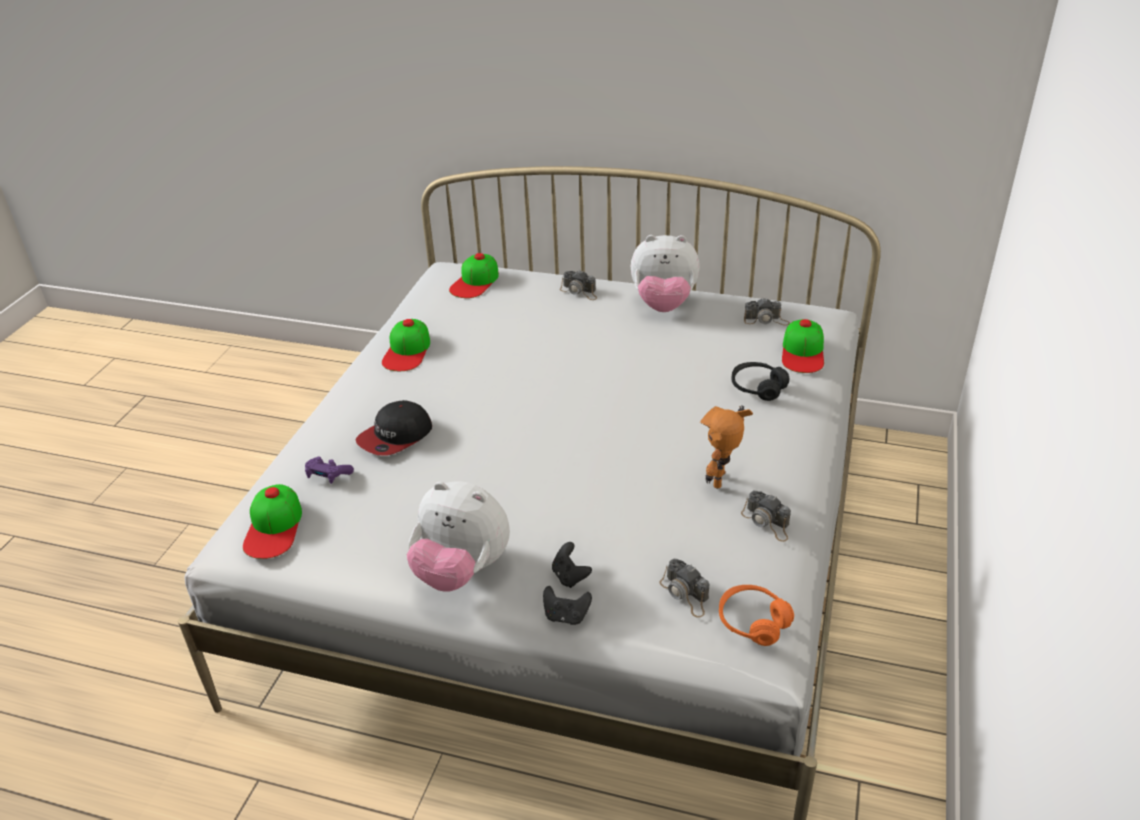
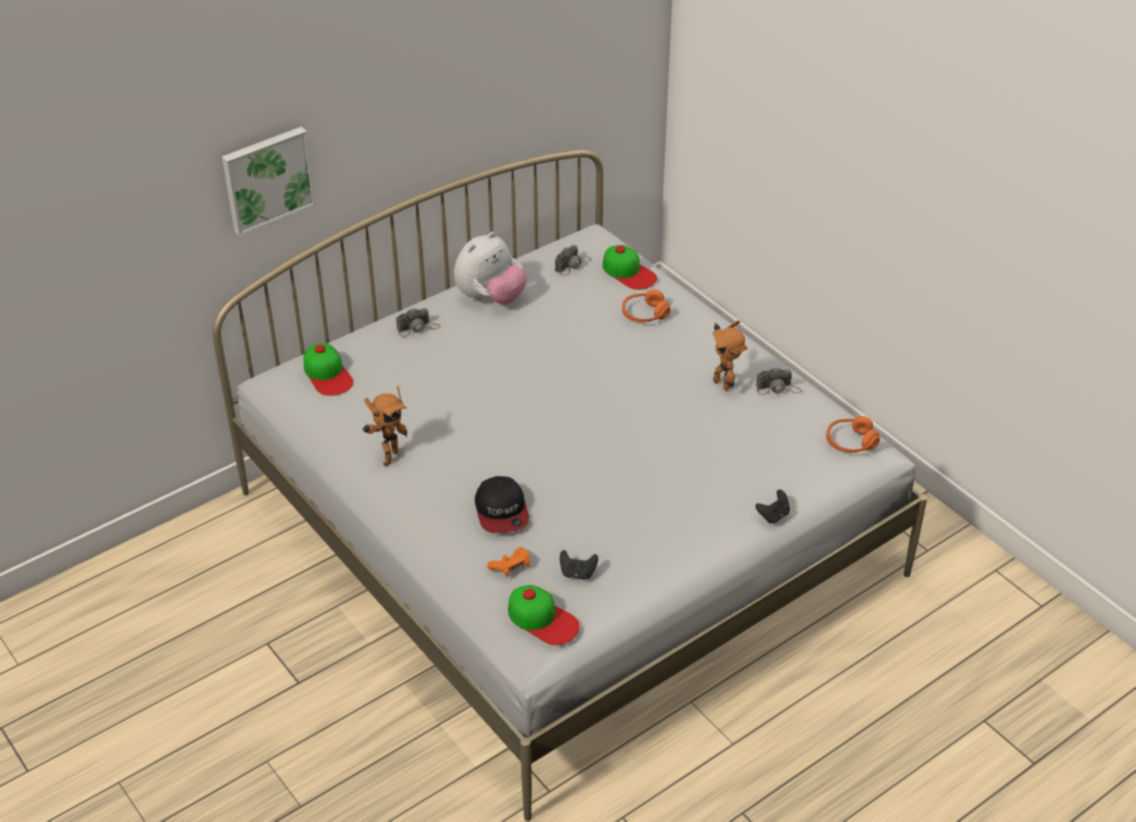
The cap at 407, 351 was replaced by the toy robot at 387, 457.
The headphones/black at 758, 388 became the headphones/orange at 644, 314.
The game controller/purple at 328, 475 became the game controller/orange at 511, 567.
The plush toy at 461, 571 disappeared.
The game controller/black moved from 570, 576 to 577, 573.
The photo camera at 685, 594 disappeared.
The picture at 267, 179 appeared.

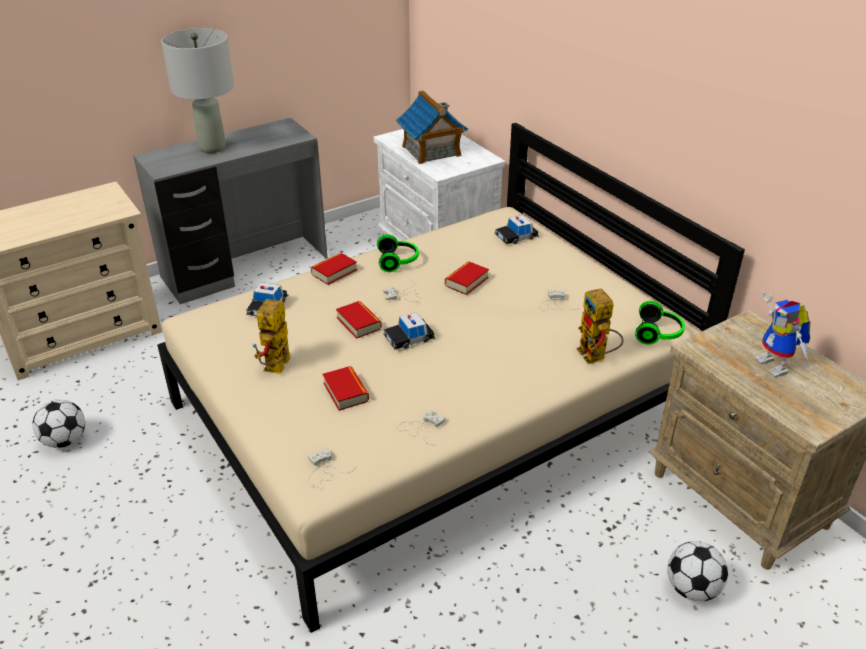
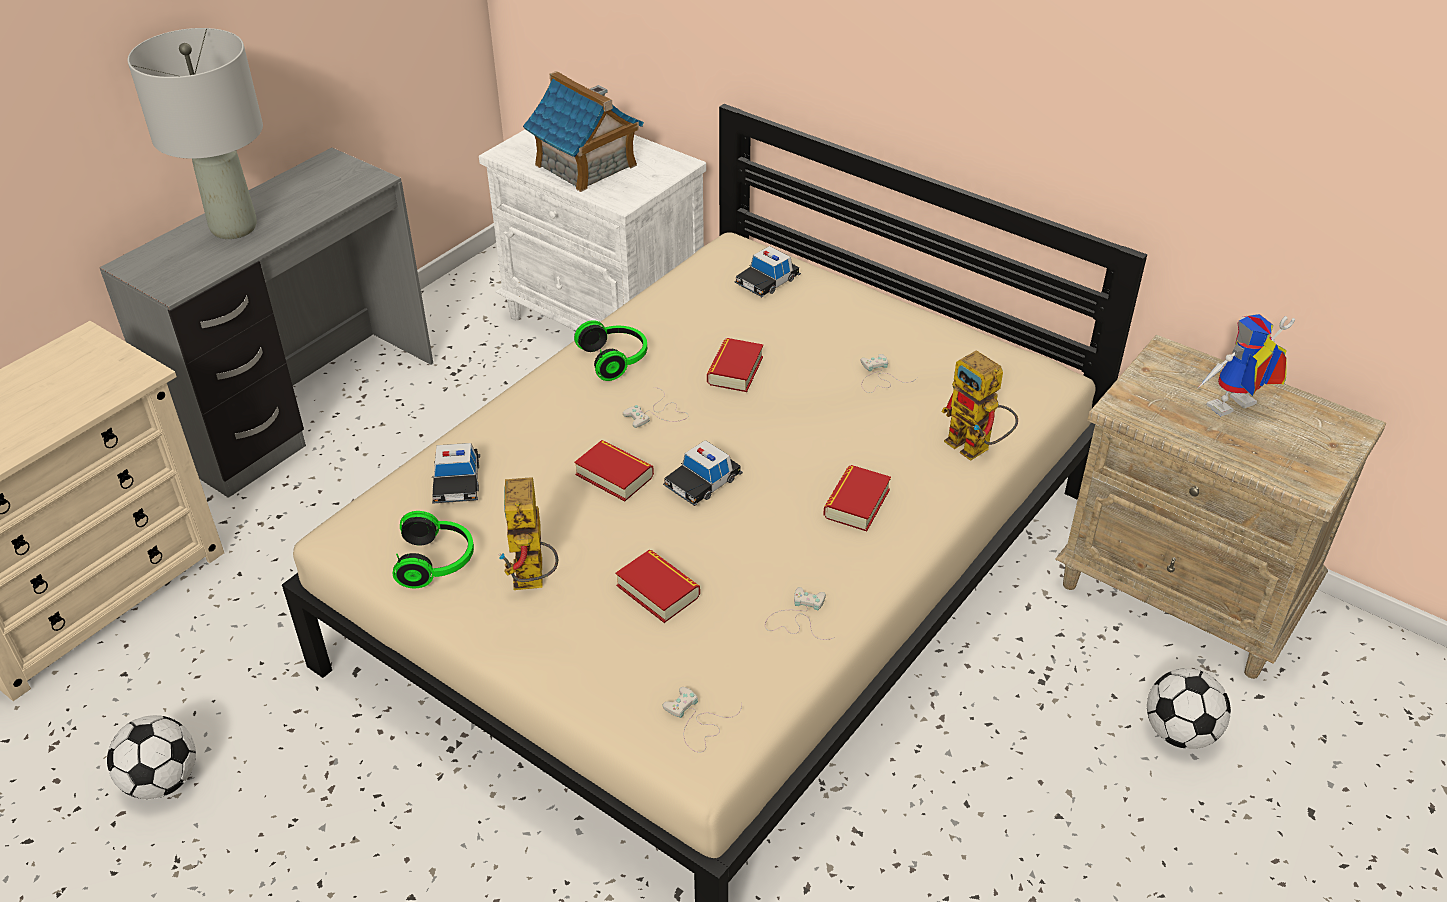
The book moved from 334, 272 to 856, 503.
The toy robot at 777, 366 turned 105 degrees clockwise.
The headphones moved from 658, 333 to 437, 562.

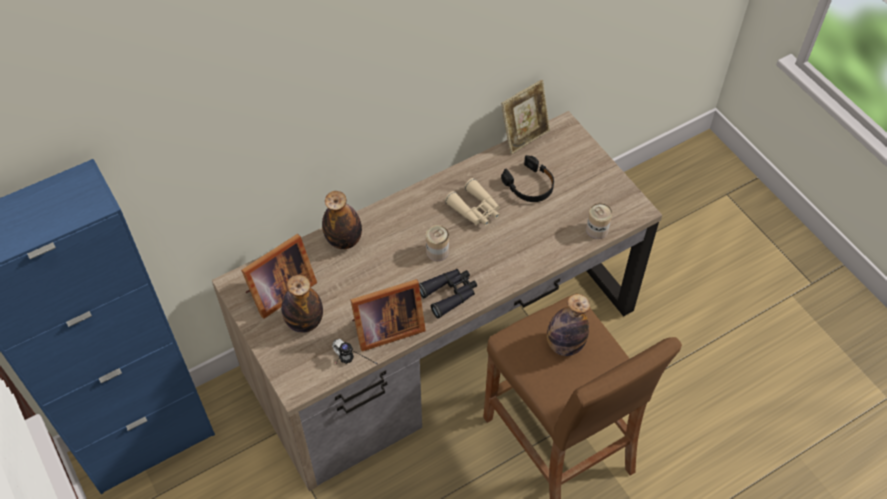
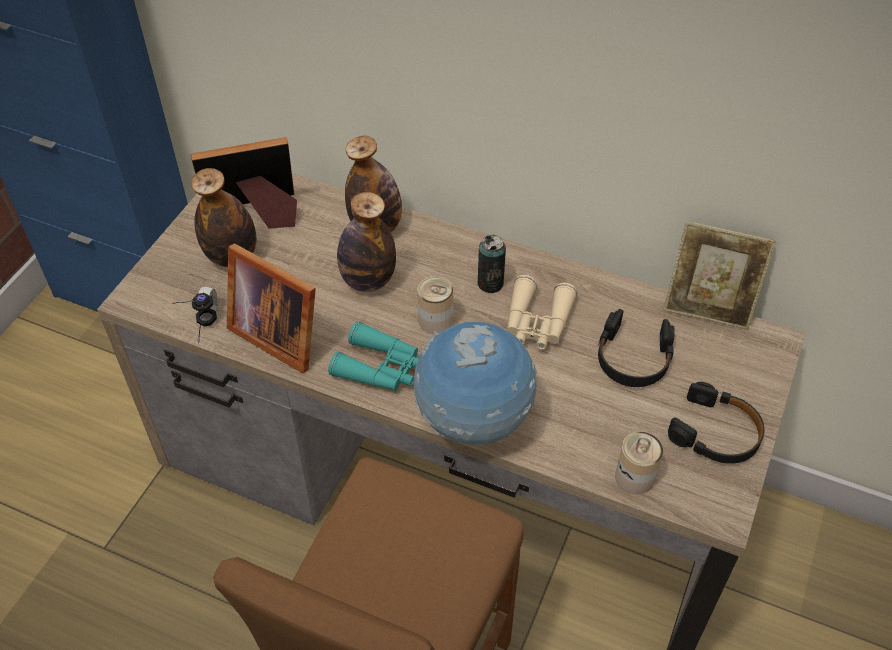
The picture frame at 278, 292 turned 150 degrees clockwise.
The binoculars/black at 449, 294 became the binoculars/turquoise at 380, 368.
The bottle moved from 564, 345 to 368, 280.
The can at 490, 283 appeared.
The globe at 473, 422 appeared.
The headphones/black at 716, 433 appeared.

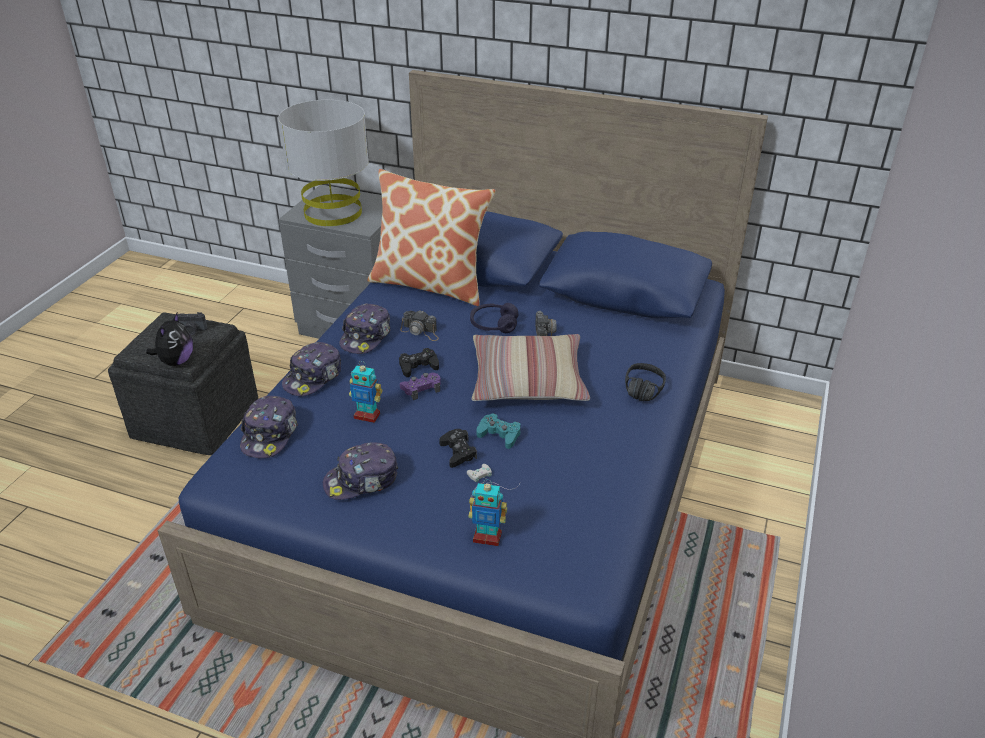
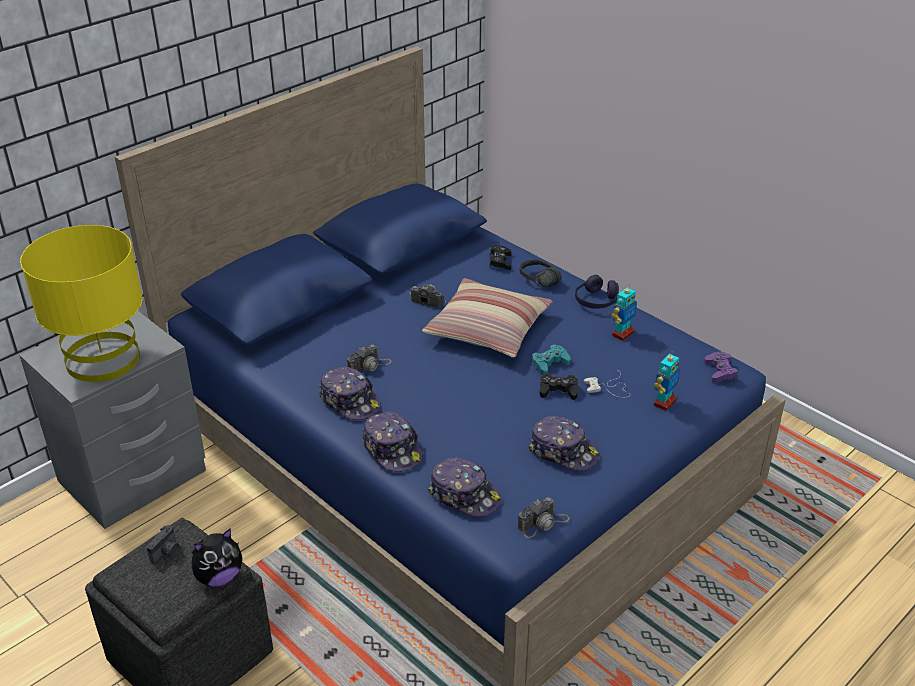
The table lamp/grey at 333, 212 became the table lamp/yellow at 103, 359.
The pillow at 431, 284 disappeared.
The headphones/purple moved from 493, 325 to 596, 301.
The plush toy at 176, 361 turned 105 degrees clockwise.
The game controller/black moved from 418, 366 to 500, 261.
The toy robot moved from 367, 415 to 622, 333.
The game controller/purple moved from 421, 389 to 719, 371.
The cap at 362, 480 turned 60 degrees counterclockwise.
The photo camera at 543, 523 appeared.

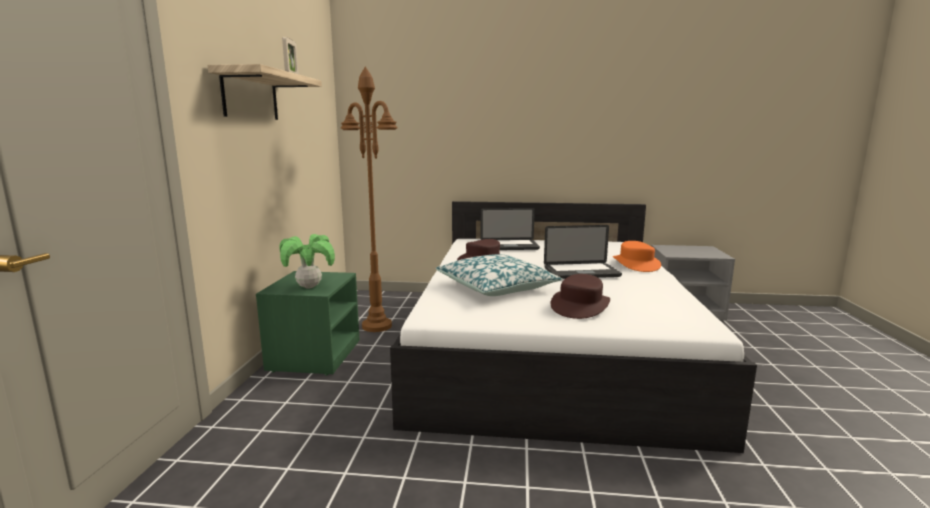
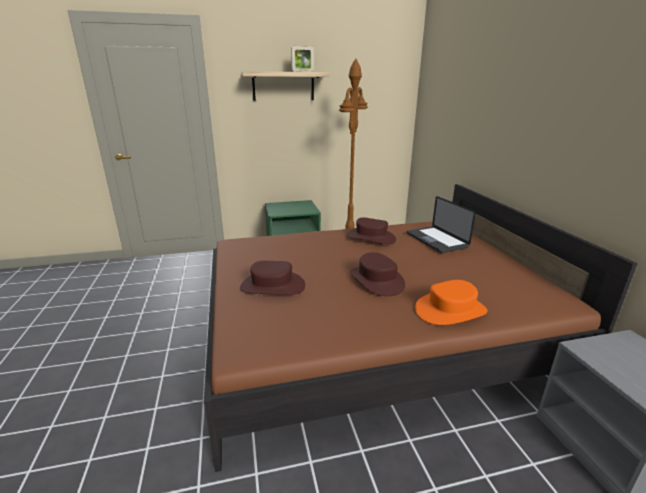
The bed/white at 549, 346 became the bed/brown at 370, 334.
The laptop at 581, 272 was replaced by the hat/brown at 376, 280.
The potted plant at 309, 287 disappeared.
The pillow at 496, 287 disappeared.

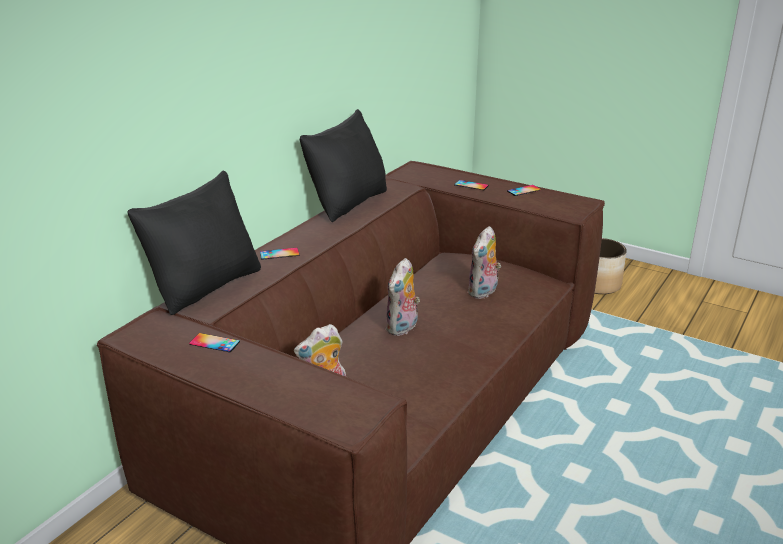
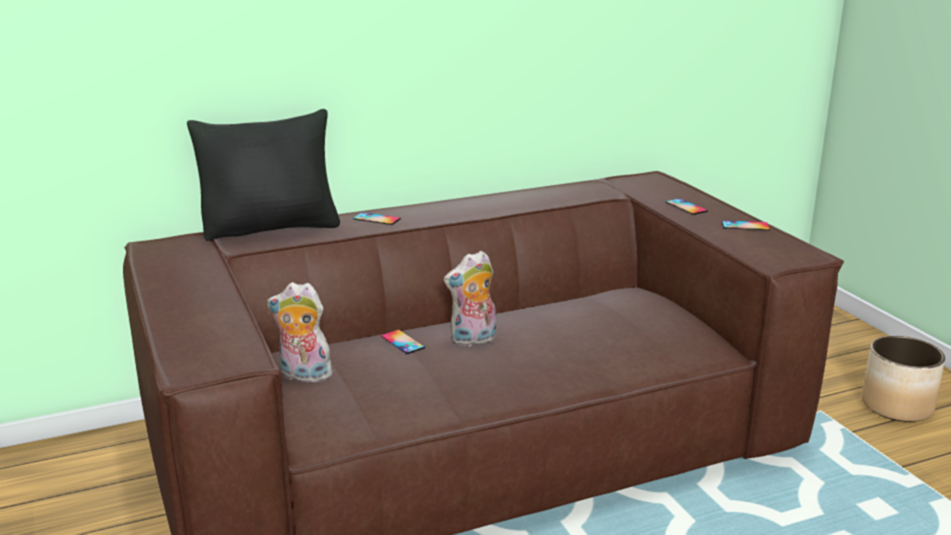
The pillow/black at 348, 203 disappeared.
The plush toy at 483, 292 disappeared.
The phone moved from 214, 343 to 402, 342.

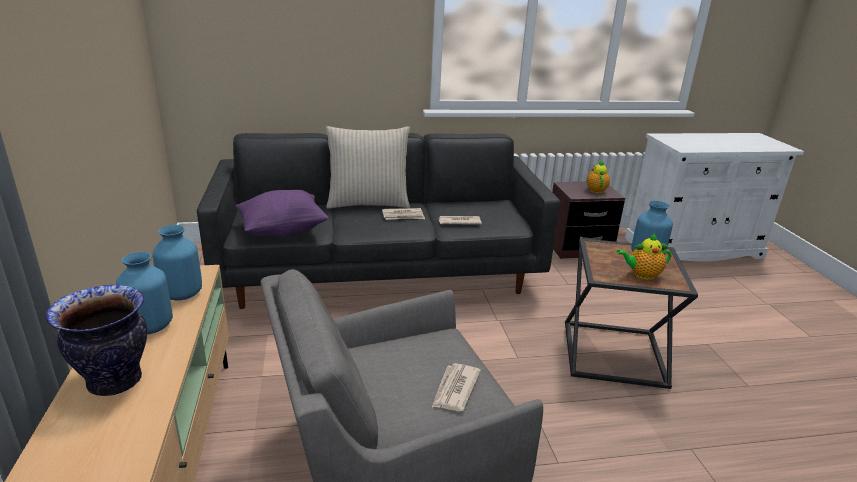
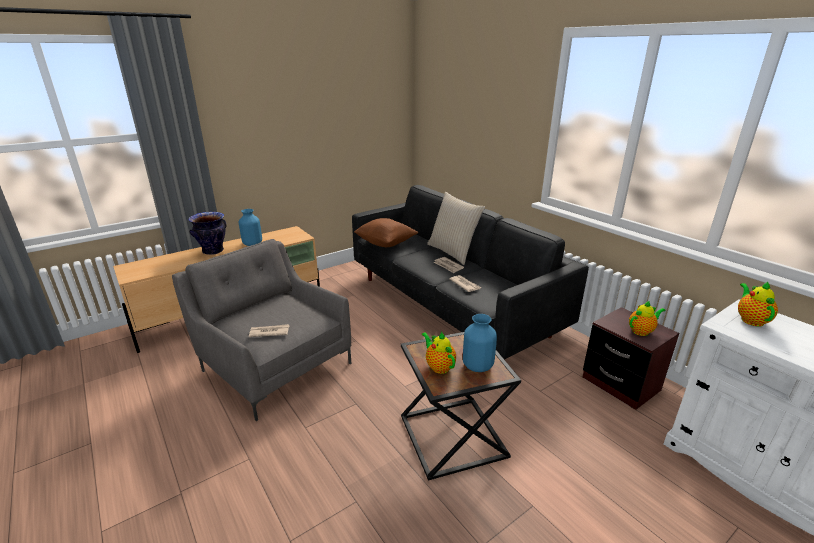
The pillow/purple at 283, 231 became the pillow/brown at 385, 244.
The vase/blue at 181, 294 disappeared.
The teapot at 750, 320 appeared.

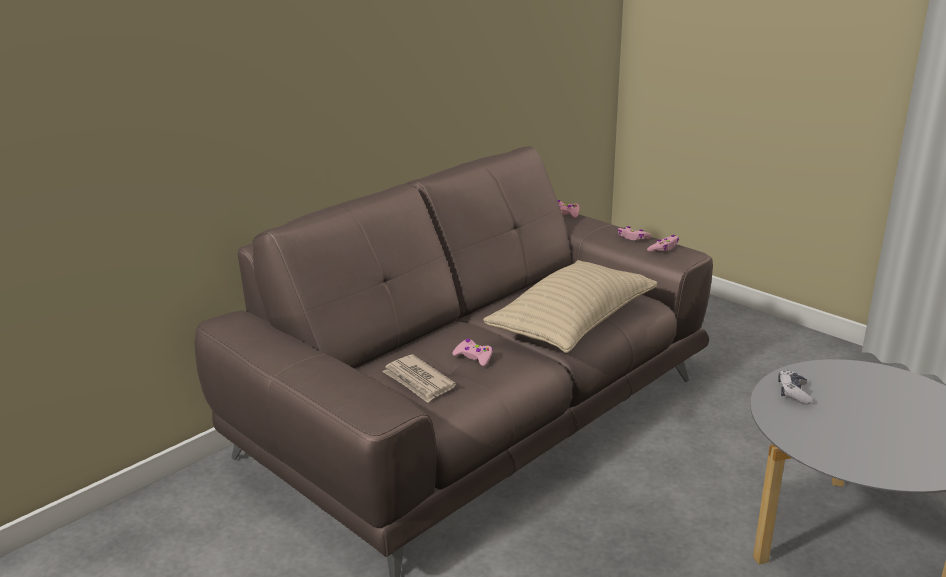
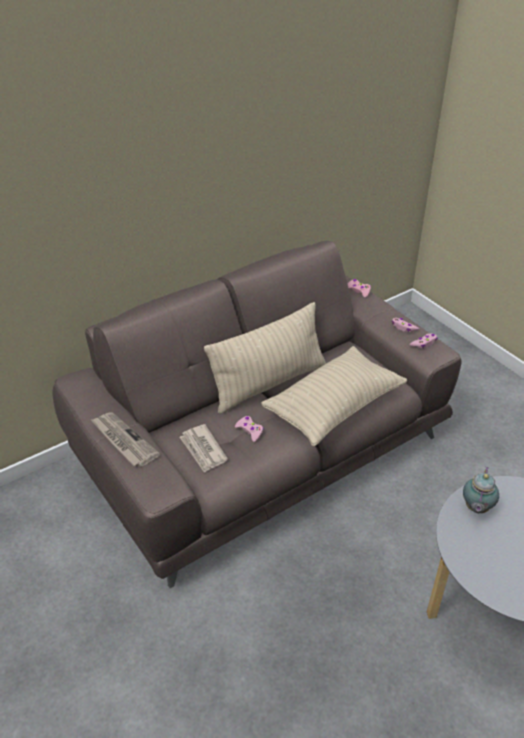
The game controller at 793, 393 was replaced by the teapot at 476, 508.
The pillow/beige at 269, 384 appeared.
The newspaper at 123, 440 appeared.

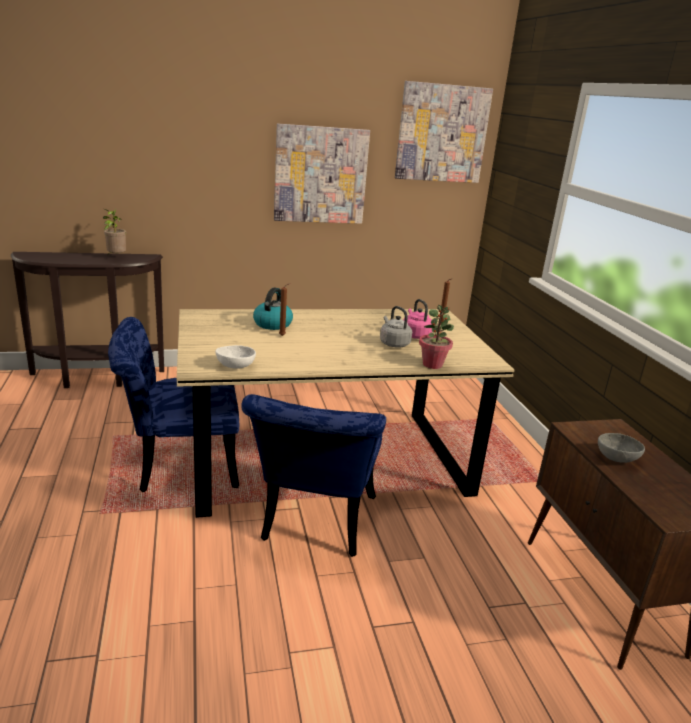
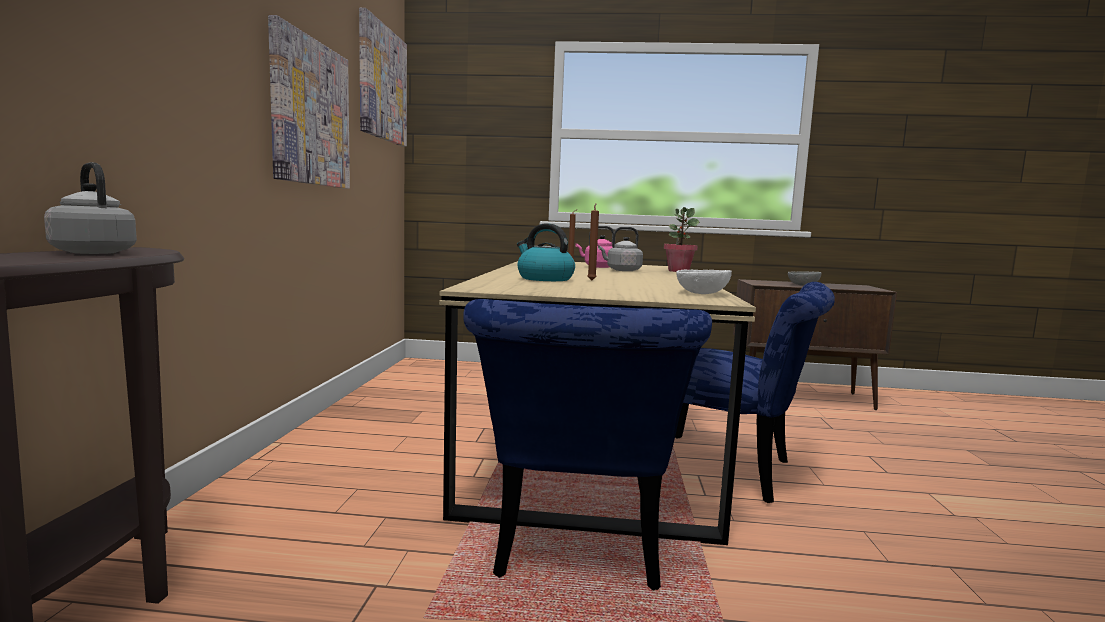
The potted plant at 116, 257 was replaced by the kettle/grey at 92, 252.

